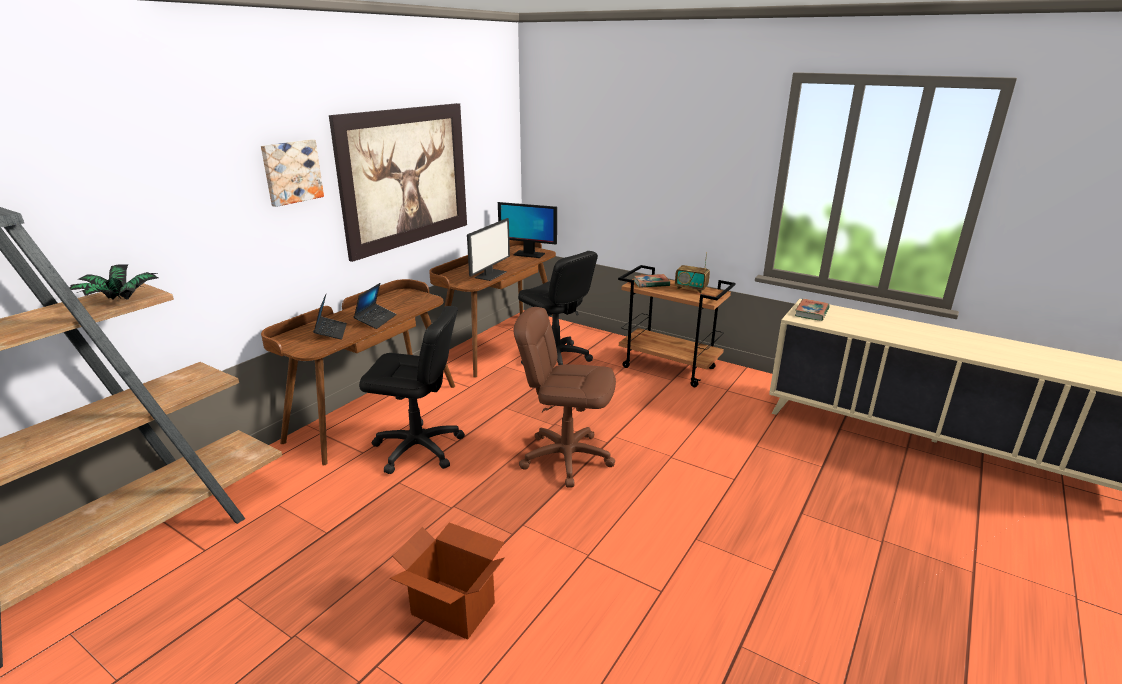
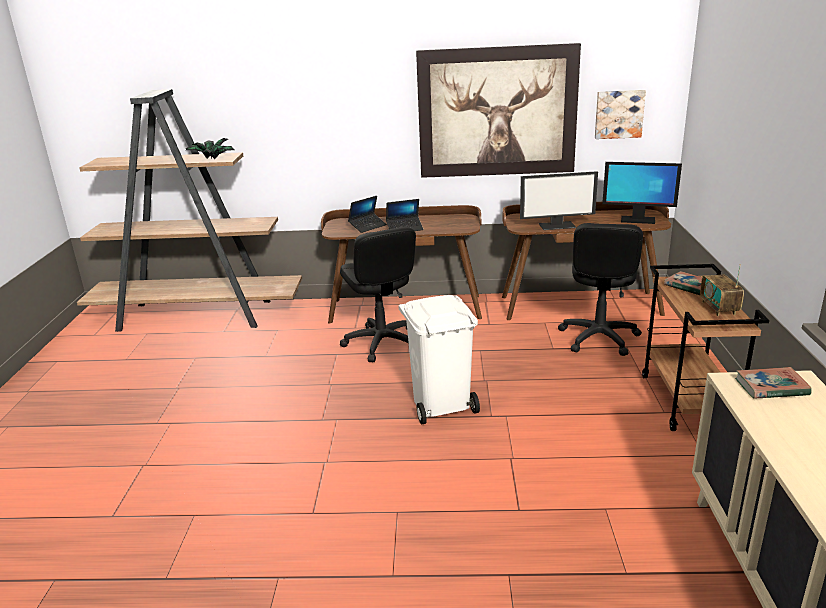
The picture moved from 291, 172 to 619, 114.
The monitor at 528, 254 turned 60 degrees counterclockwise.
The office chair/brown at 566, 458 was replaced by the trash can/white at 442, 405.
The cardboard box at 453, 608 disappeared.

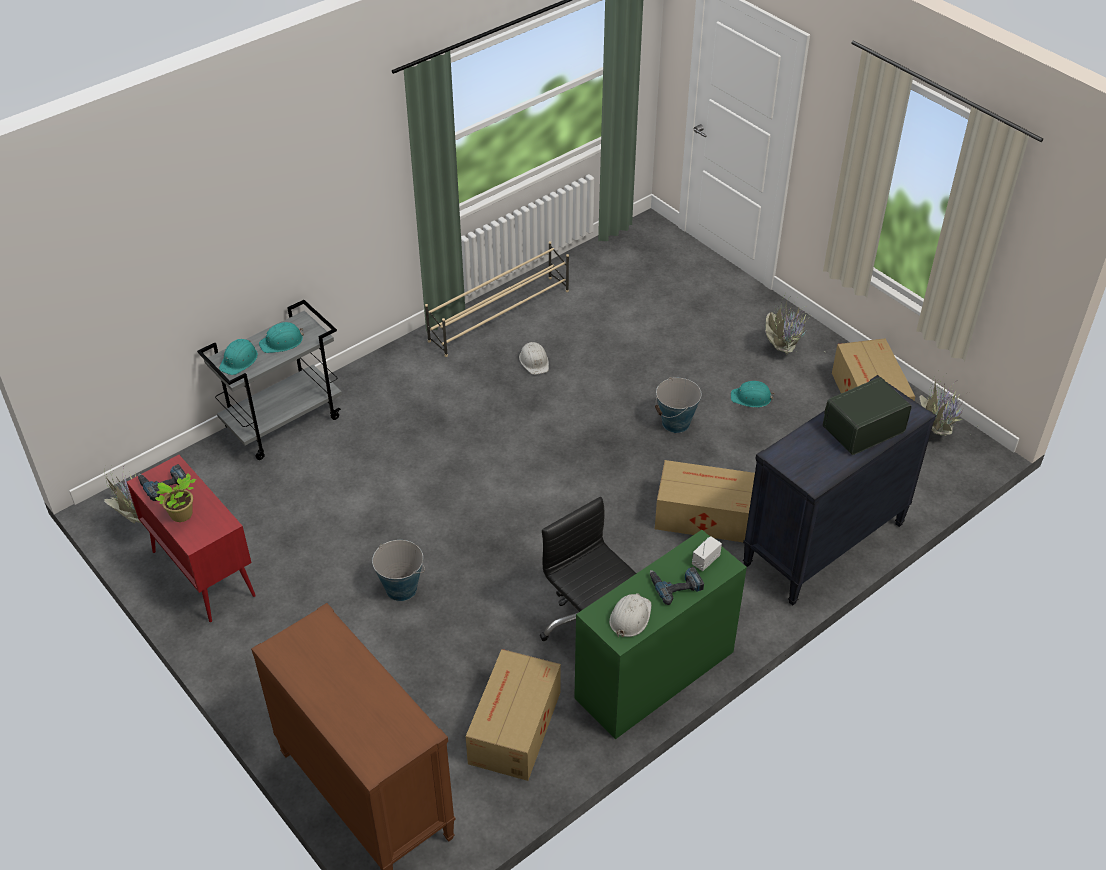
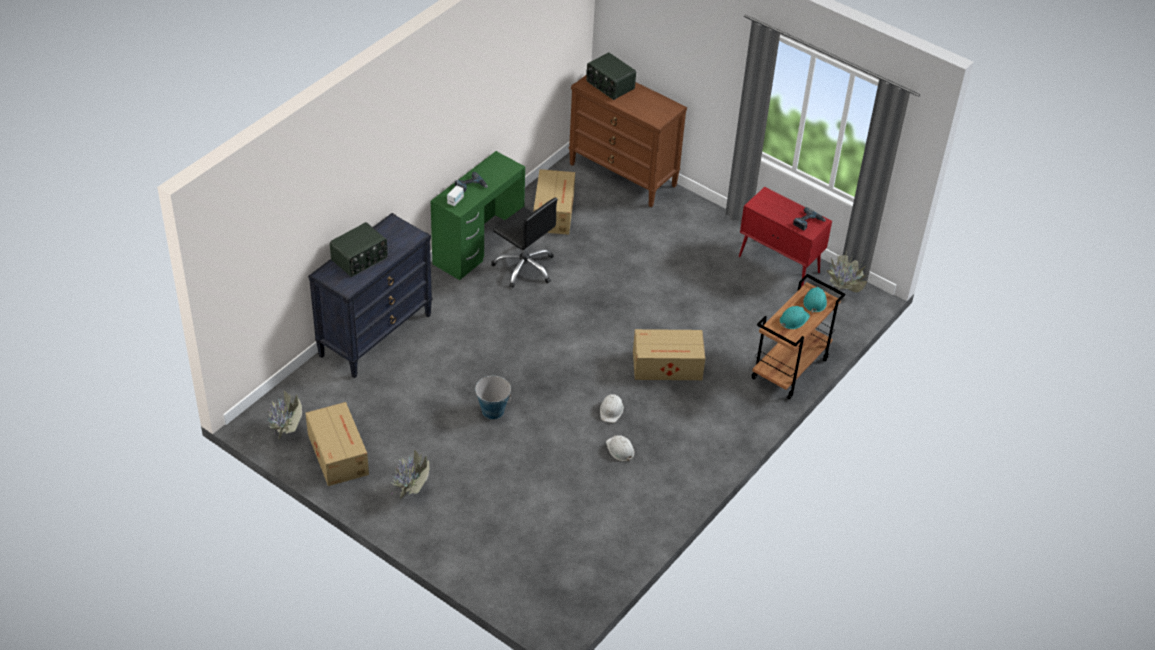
The shoe rack/beige at 500, 315 disappeared.
The cart/grey at 284, 422 became the cart/brown at 790, 370.
The hard hat/turquoise at 751, 398 disappeared.
The cardboard box moved from 703, 515 to 668, 366.
The potted plant at 182, 515 disappeared.
The bucket at 401, 588 disappeared.
The hard hat/white moved from 630, 617 to 611, 410.
The radio at 609, 85 appeared.

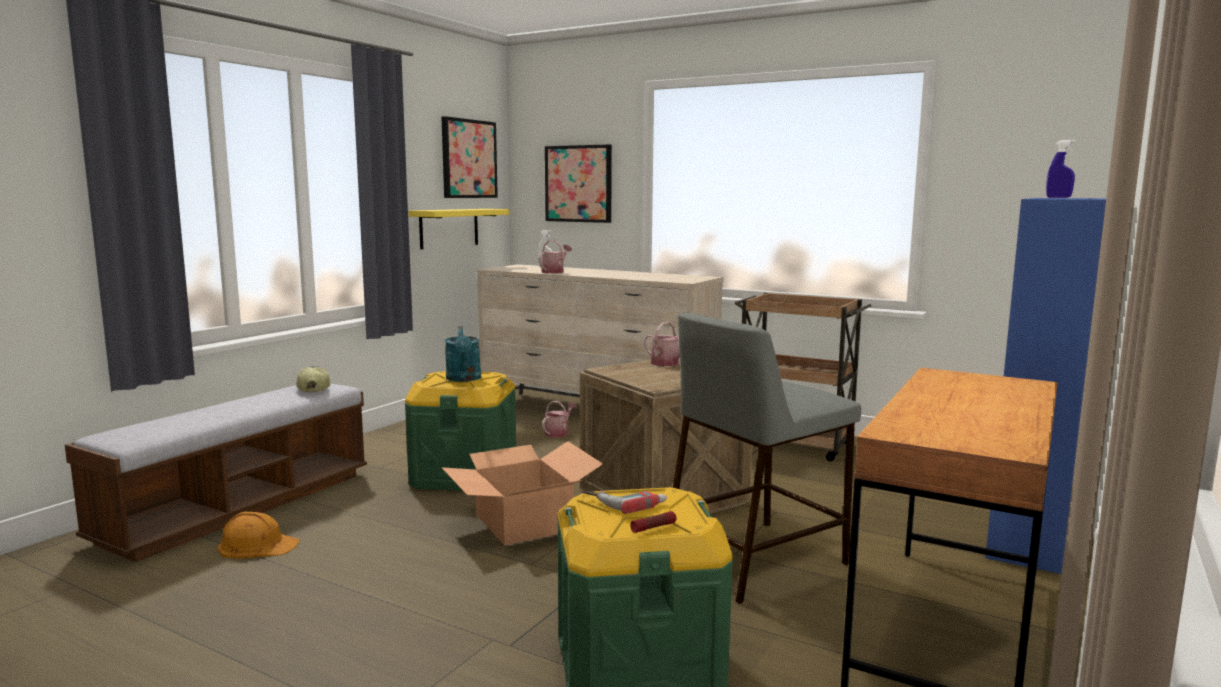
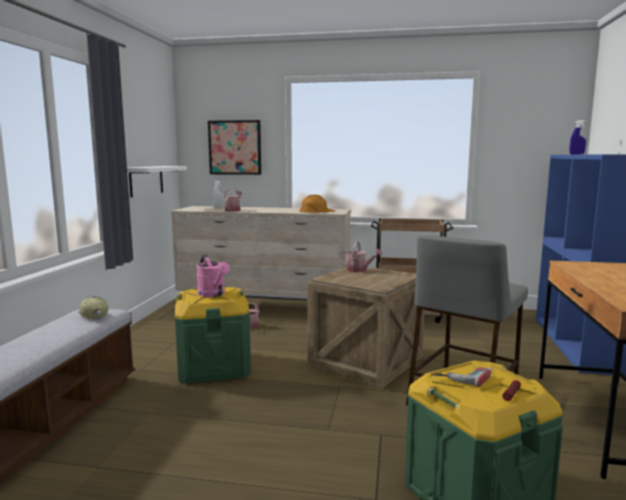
The picture at 468, 159 disappeared.
The shelf/yellow at 449, 228 became the shelf/white at 146, 180.
The watering can/turquoise at 464, 379 became the watering can/pink at 213, 294.
The cardboard box at 522, 523 disappeared.
The hard hat/orange moved from 257, 545 to 316, 211.

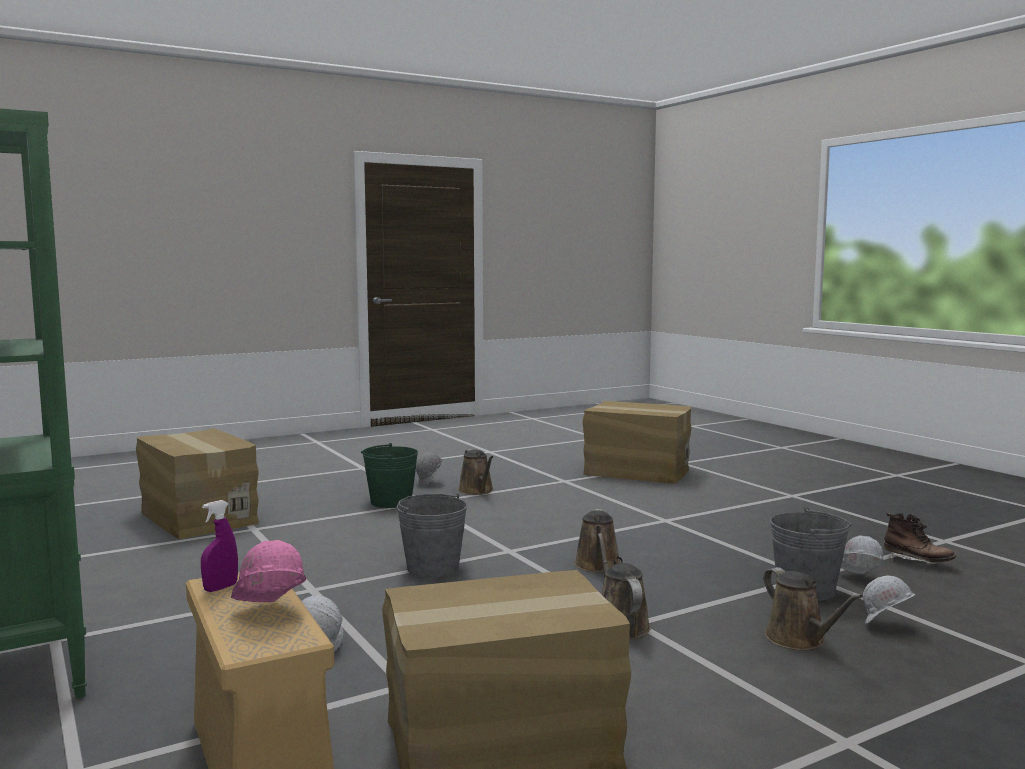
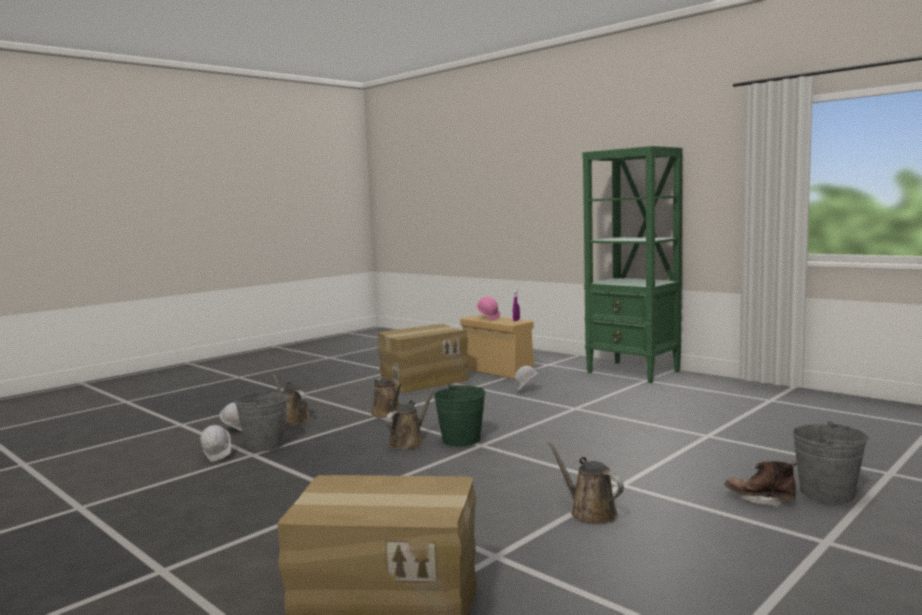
The cardboard box at 197, 517 disappeared.
The bucket/green moved from 391, 502 to 461, 440.
The hard hat/grey at 430, 484 disappeared.
The bucket/grey moved from 432, 568 to 827, 493.
The watering can/brown at 597, 566 turned 45 degrees clockwise.
The boot/brown moved from 917, 562 to 759, 500.

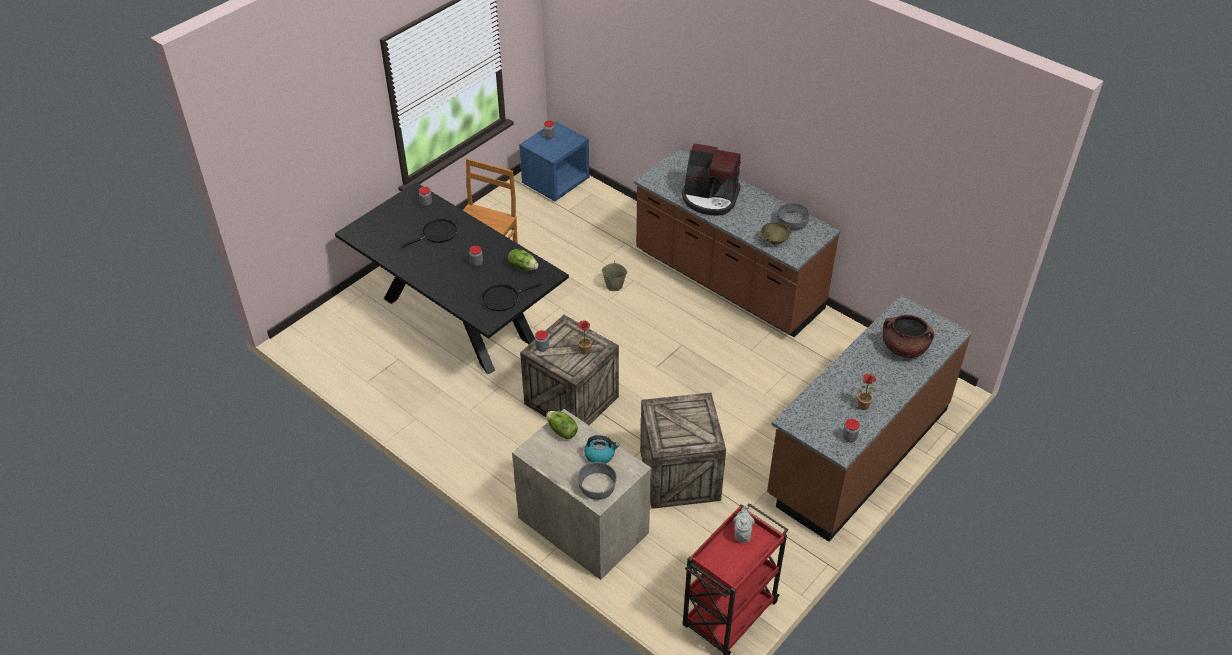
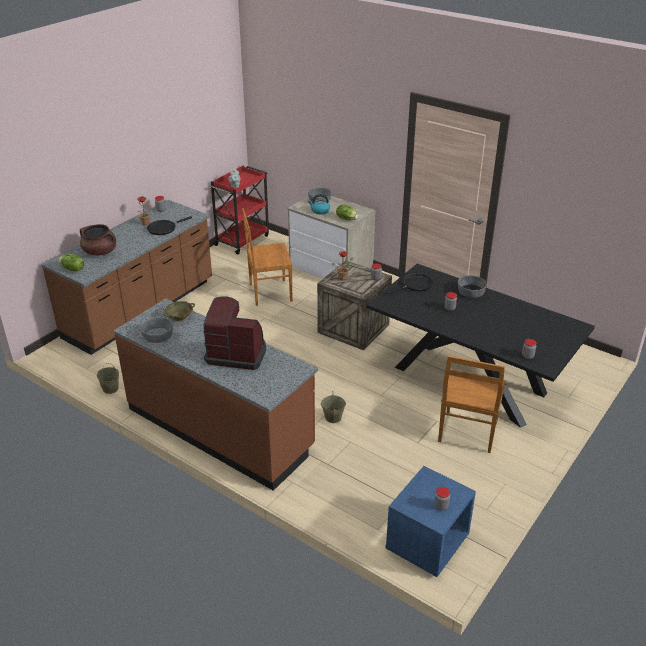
The frying pan/black moved from 437, 234 to 163, 228.
The lettuce moved from 523, 267 to 72, 269.
The crate at 681, 476 was replaced by the chair/brown at 269, 292.
The bowl/grey at 470, 291 appeared.
The bucket/beige at 110, 388 appeared.

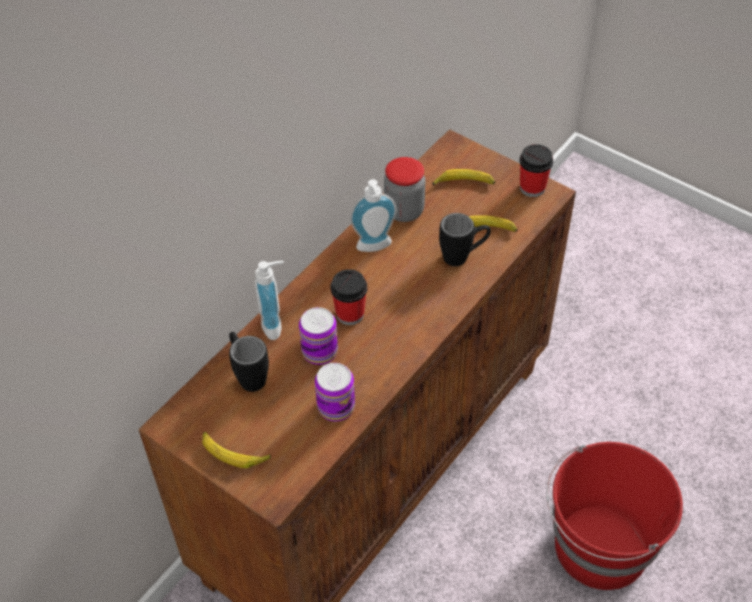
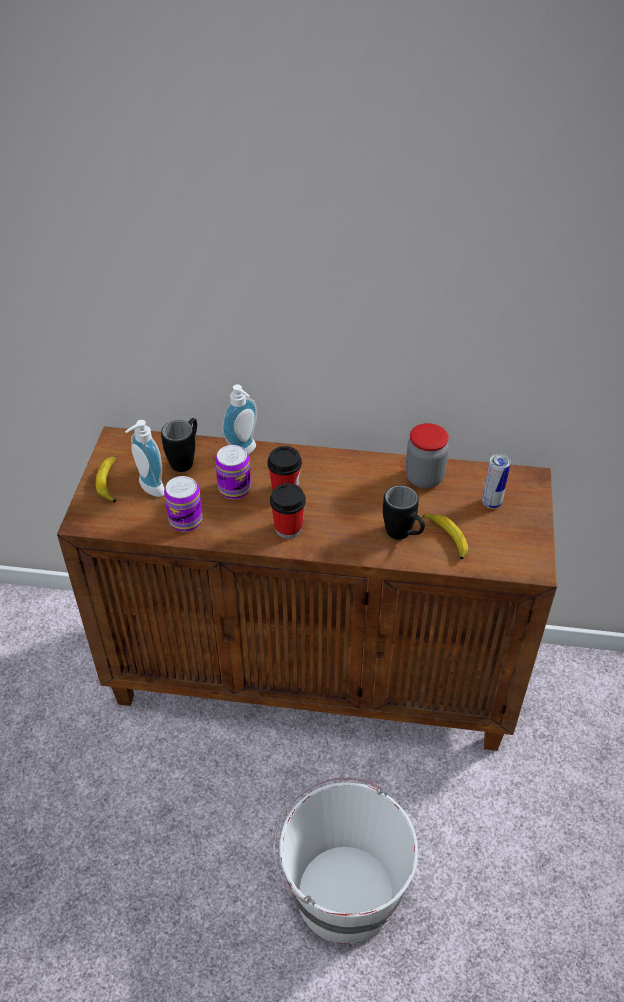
The cup moved from 532, 188 to 288, 528.
The banana at 464, 183 was replaced by the can at 491, 503.
The soap dispenser moved from 375, 248 to 148, 489.
The bucket/red at 599, 548 became the bucket/white at 343, 892.

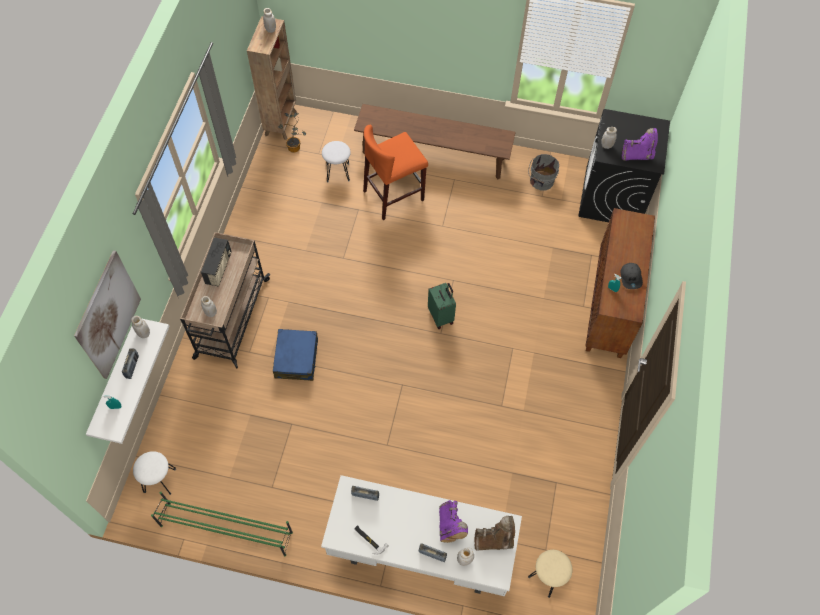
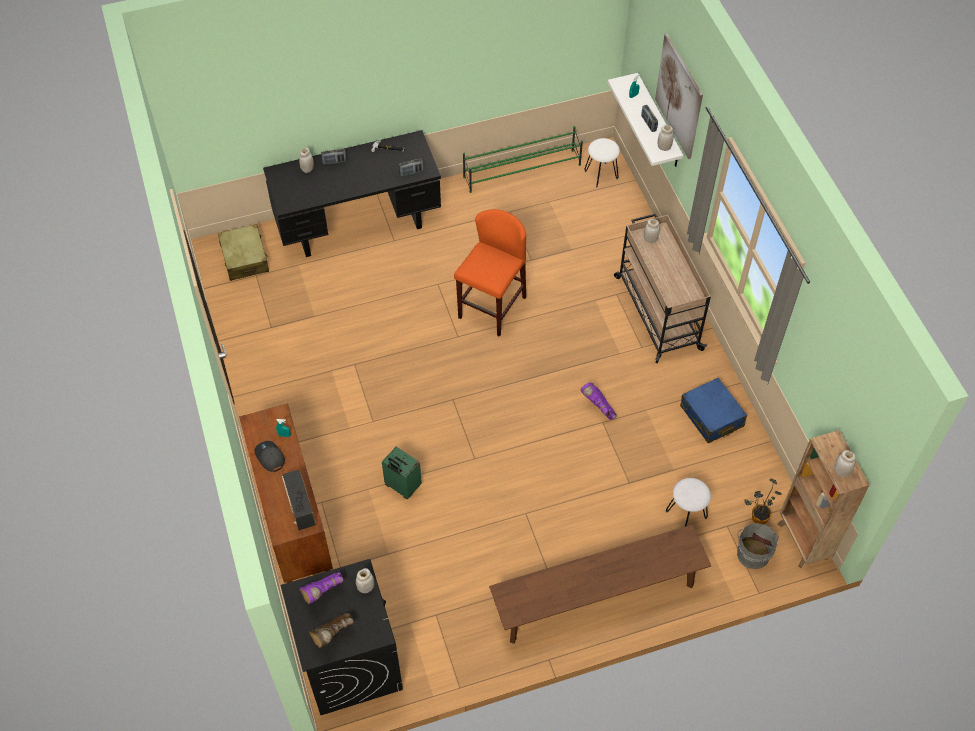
The stool/orange moved from 394, 195 to 491, 307.
The bucket/grey moved from 541, 181 to 753, 552.
The radio moved from 219, 268 to 300, 507.
The suitcase/green moved from 441, 316 to 402, 486.
The suitcase/blue moved from 296, 358 to 711, 416.
The desk/white at 419, 554 became the desk/black at 358, 225.
The boot/purple moved from 450, 526 to 598, 408.
The boot/brown moved from 494, 540 to 332, 636.
The stool/beige at 548, 577 was replaced by the suitcase/beige at 245, 258.

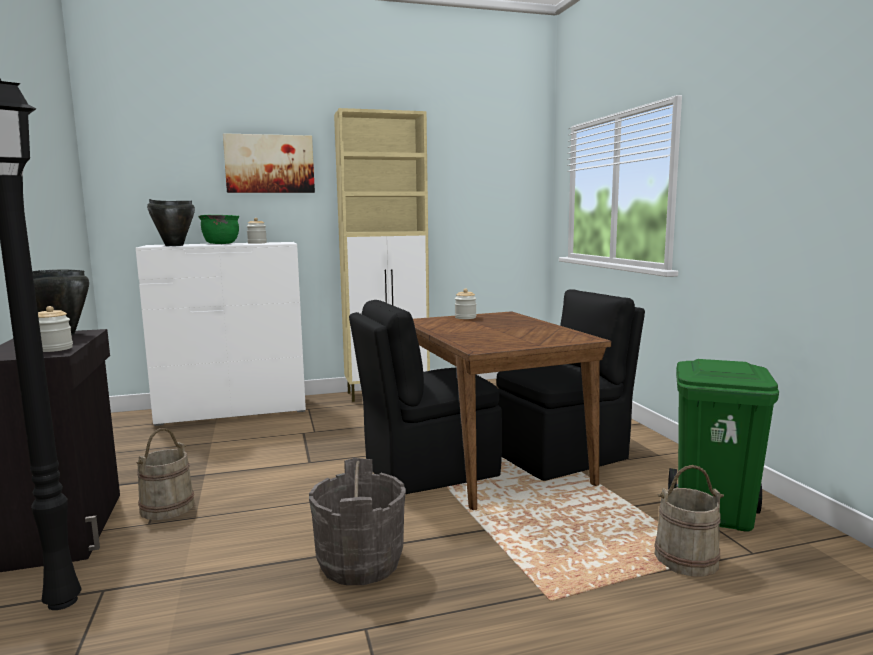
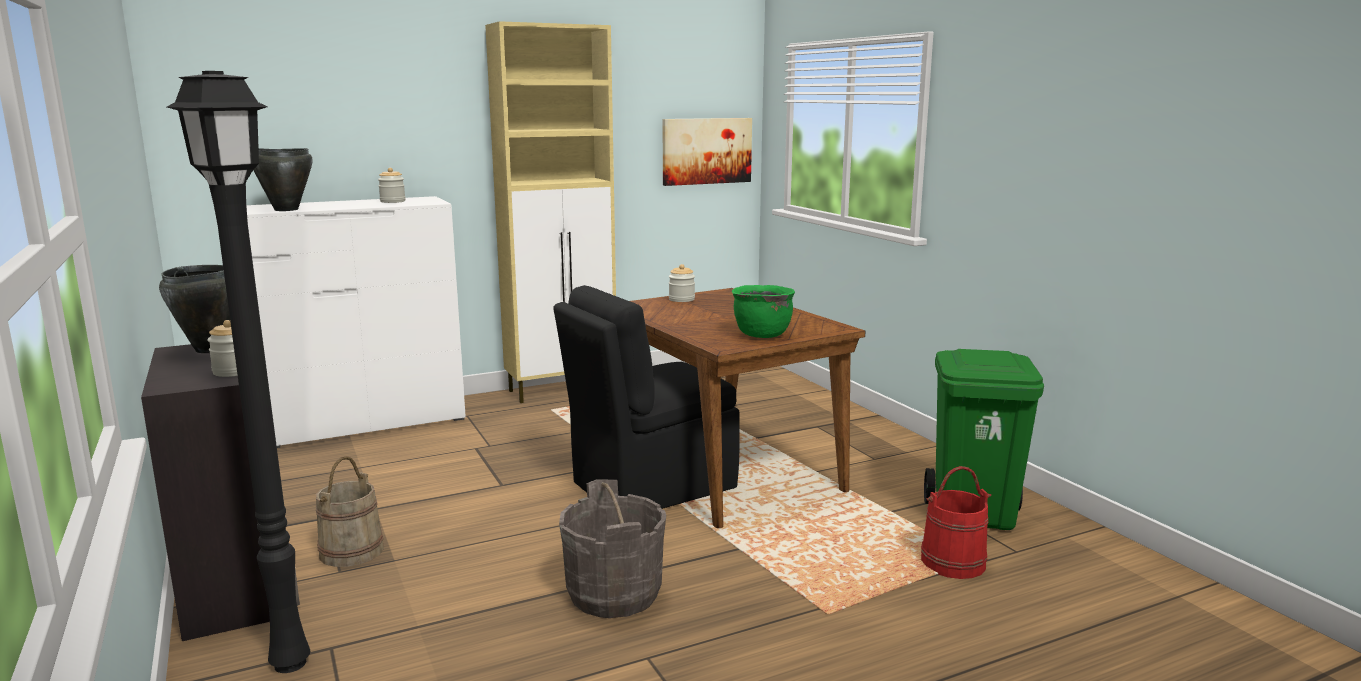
The picture moved from 269, 164 to 706, 151.
The cooking pot/green moved from 221, 244 to 761, 334.
The chair/black at 563, 455 disappeared.
The bucket/beige at 686, 559 became the bucket/red at 953, 562.

